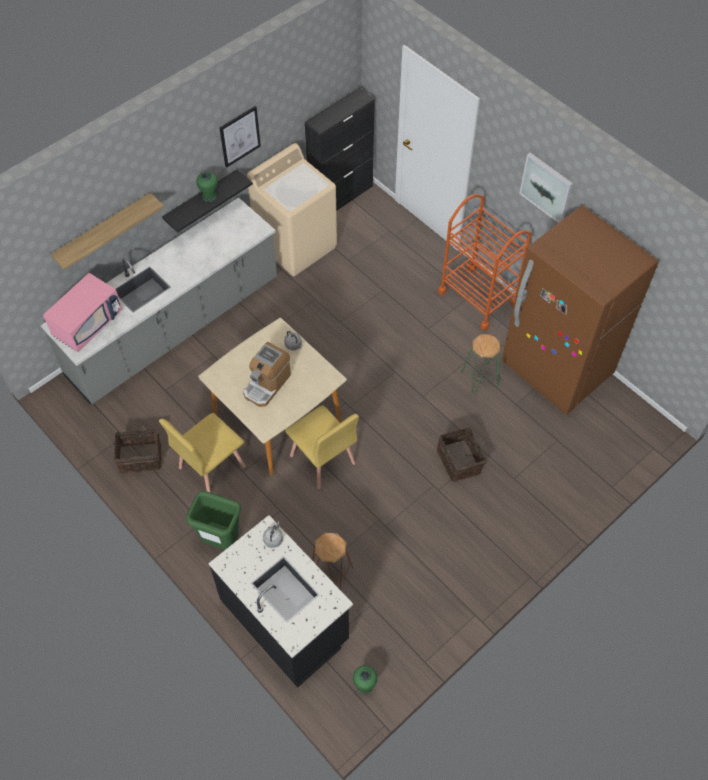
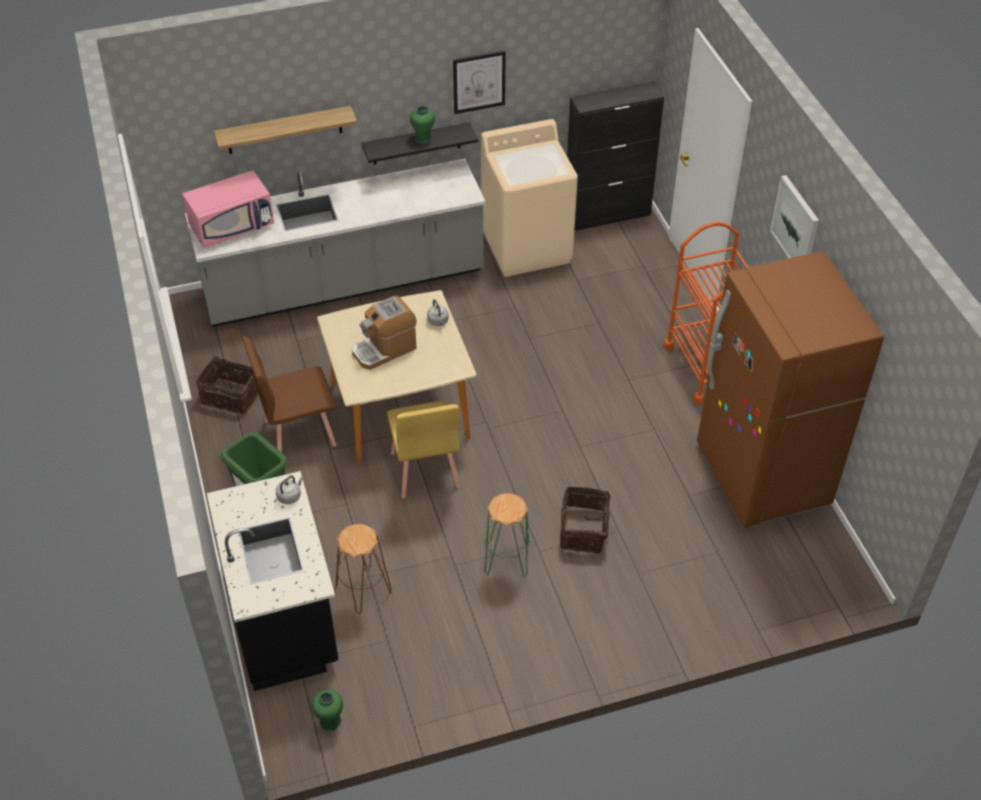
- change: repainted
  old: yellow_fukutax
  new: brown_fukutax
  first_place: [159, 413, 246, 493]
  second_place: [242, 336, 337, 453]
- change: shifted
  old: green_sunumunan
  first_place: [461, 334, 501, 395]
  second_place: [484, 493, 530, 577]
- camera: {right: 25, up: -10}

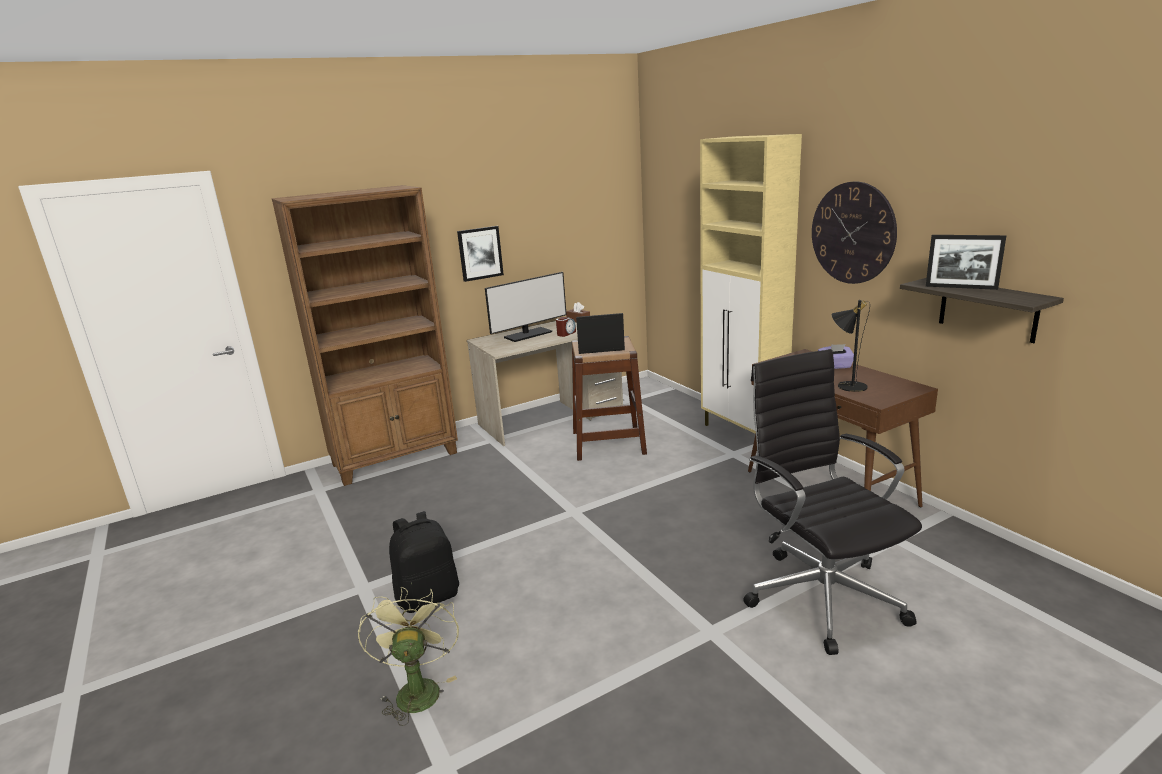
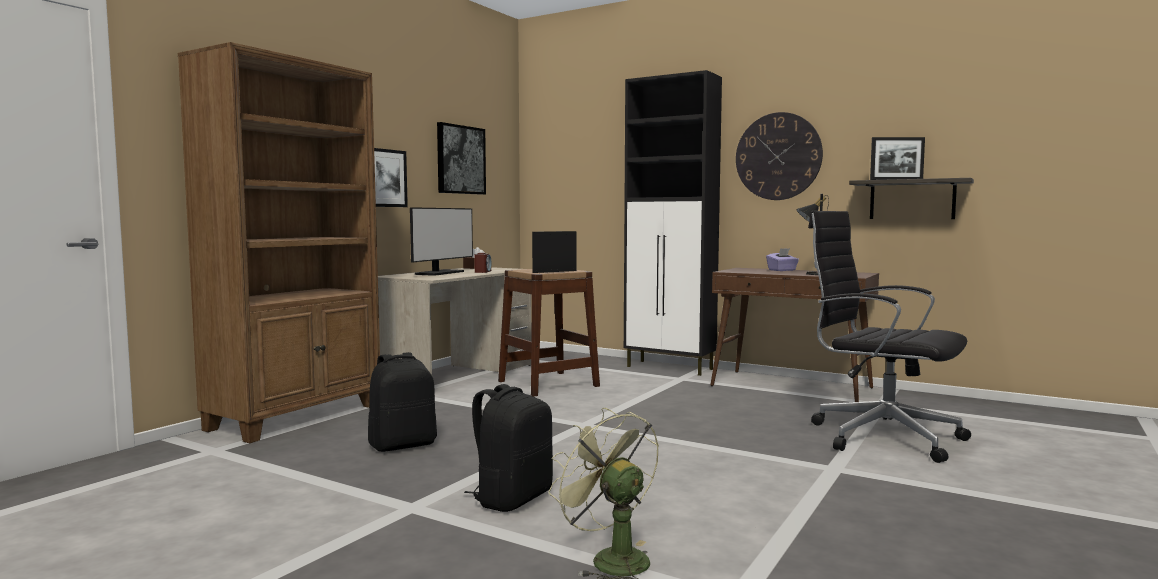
- change: repainted
  old: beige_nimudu
  new: black_nimudu
  first_place: [700, 134, 802, 434]
  second_place: [624, 70, 722, 376]
- change: new
  new: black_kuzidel
  second_place: [368, 352, 437, 452]
- change: new
  new: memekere
  second_place: [437, 122, 486, 195]
- camera: {right: -30, up: -15}

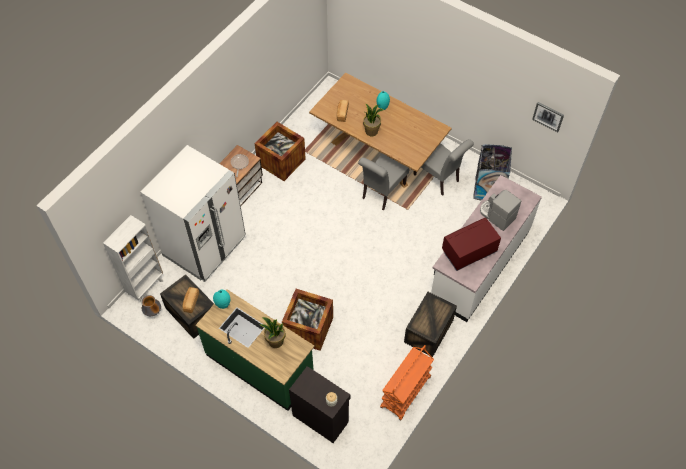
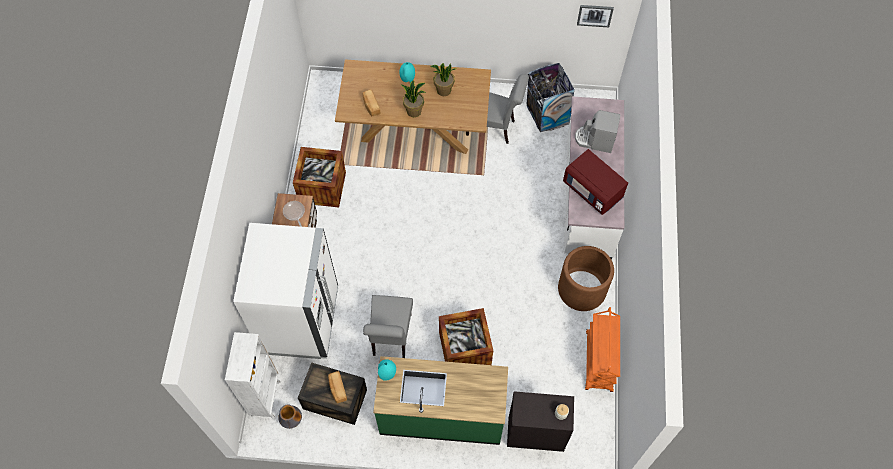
- change: shifted
  old: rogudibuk
  first_place: [260, 317, 286, 348]
  second_place: [430, 63, 456, 96]
- change: shifted
  old: grey_fukutax
  first_place: [358, 153, 410, 211]
  second_place: [363, 295, 413, 358]
- change: swapped
  old: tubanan
  new: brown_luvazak
  first_place: [404, 292, 457, 357]
  second_place: [558, 246, 614, 311]
- change: rotated
  old: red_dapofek
  first_place: [442, 218, 501, 271]
  second_place: [563, 149, 628, 215]
  degrees: -75
- camera: {right: -30, up: 5}

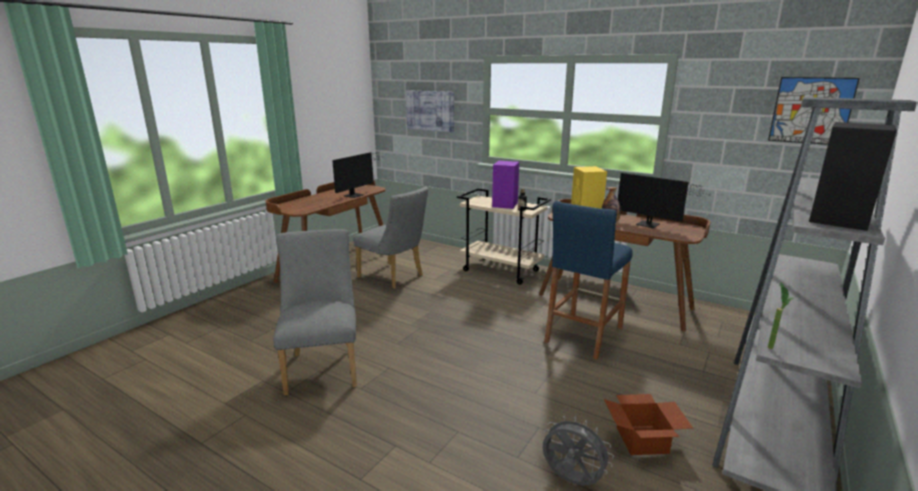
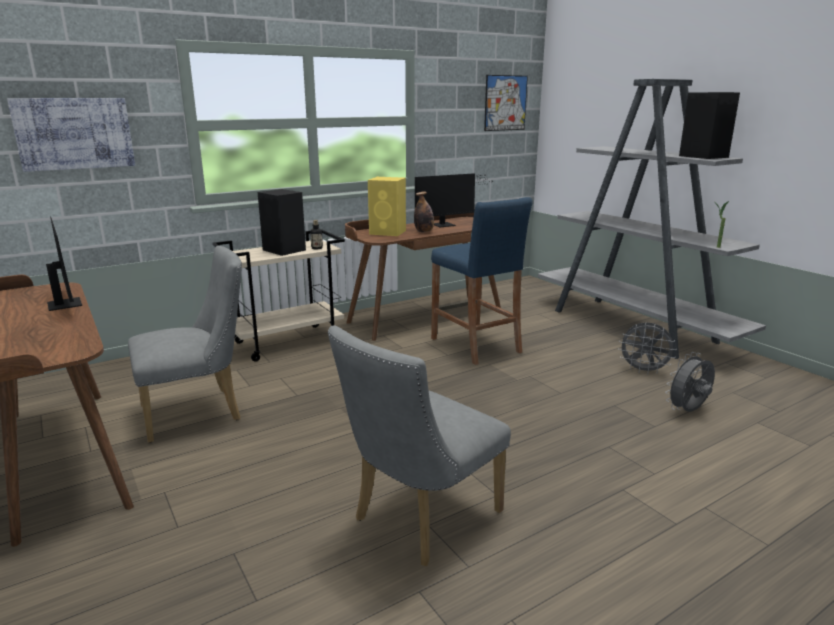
- change: rotated
  old: grey_fukutax
  first_place: [273, 229, 357, 396]
  second_place: [328, 325, 511, 566]
  degrees: -60
- change: repainted
  old: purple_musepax
  new: black_musepax
  first_place: [492, 161, 519, 209]
  second_place: [258, 189, 306, 256]
- change: swapped
  old: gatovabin
  new: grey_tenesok
  first_place: [604, 394, 693, 455]
  second_place: [618, 322, 677, 375]
- camera: {right: -65, up: 0}

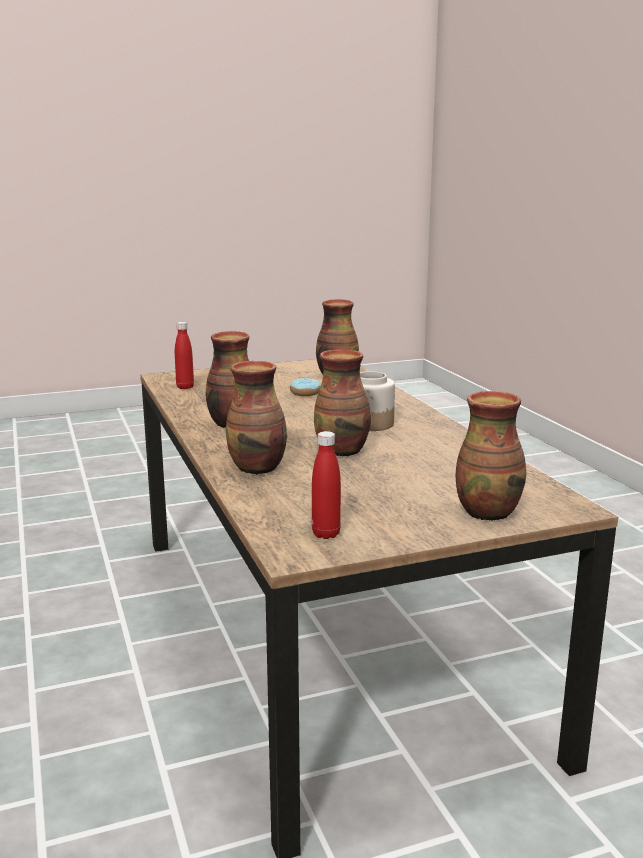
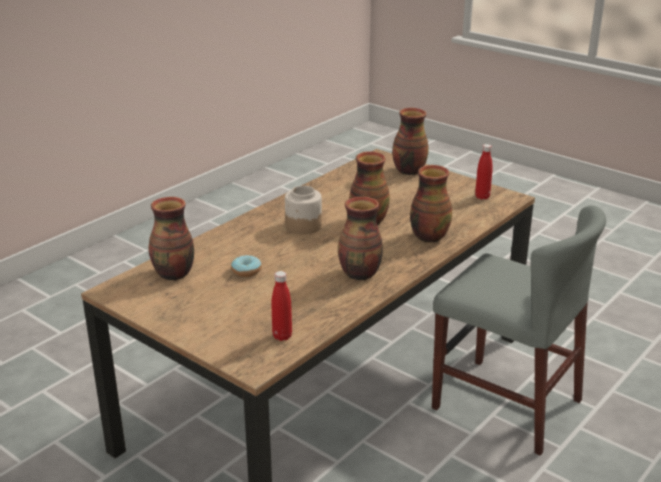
- change: new
  new: grey_fukutax
  second_place: [432, 205, 606, 456]
- camera: {right: -120, up: 10}

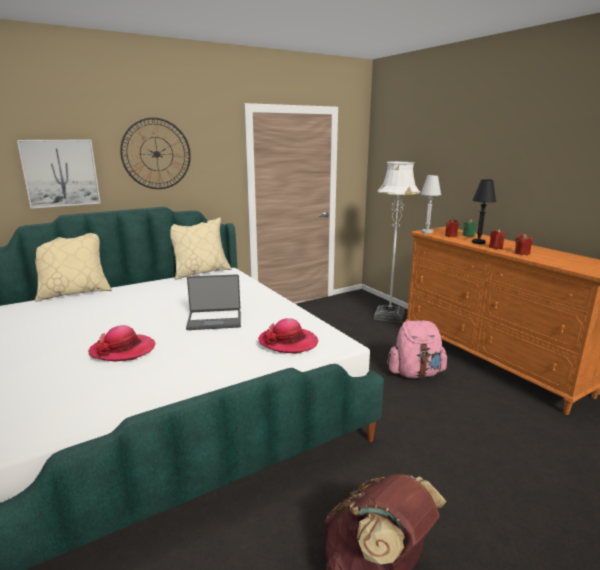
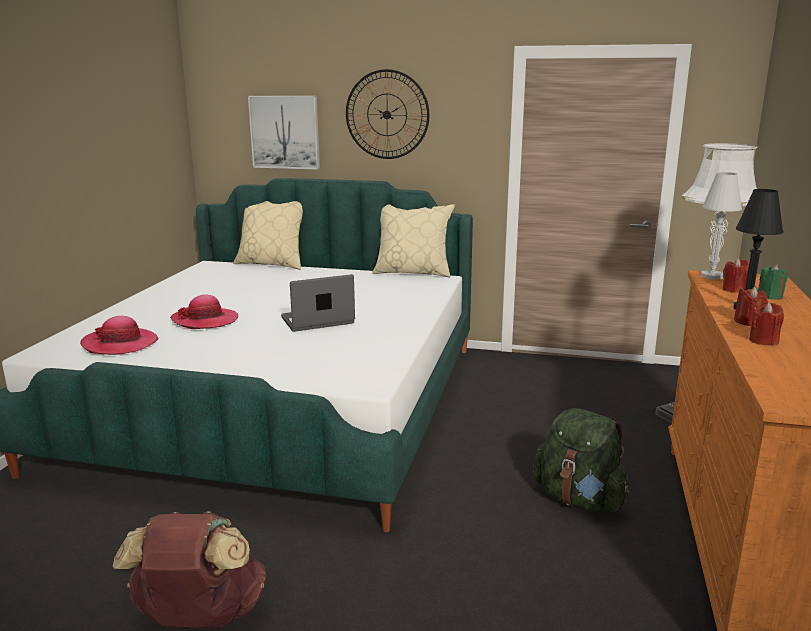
- change: rotated
  old: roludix
  first_place: [186, 274, 241, 330]
  second_place: [281, 274, 355, 332]
  degrees: 120
- change: shifted
  old: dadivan
  first_place: [258, 318, 318, 354]
  second_place: [80, 316, 159, 355]
- change: repainted
  old: pink_kuzidel
  new: green_kuzidel
  first_place: [387, 321, 448, 378]
  second_place: [533, 408, 630, 512]
- camera: {right: 45, up: 0}

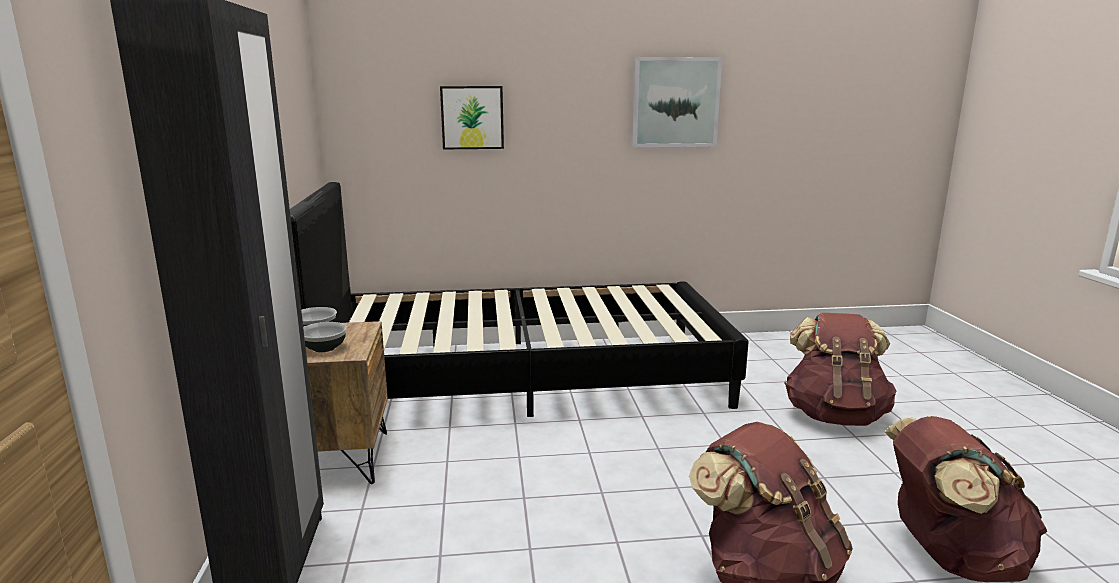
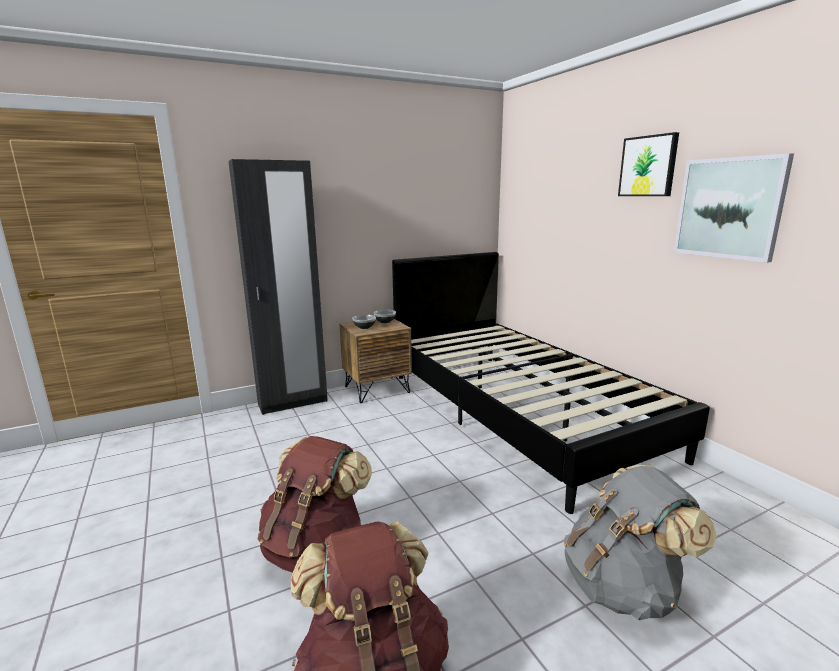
- change: shifted
  old: memekere
  first_place: [440, 86, 504, 149]
  second_place: [618, 132, 679, 196]
- change: repainted
  old: brown_kuzidel
  new: grey_kuzidel
  first_place: [784, 313, 896, 426]
  second_place: [563, 465, 717, 620]
- camera: {right: 70, up: 0}

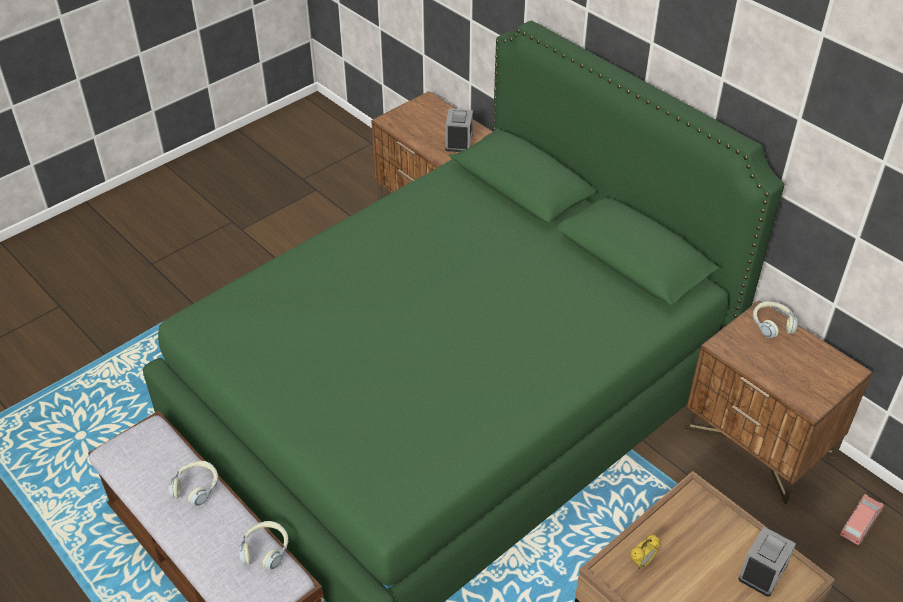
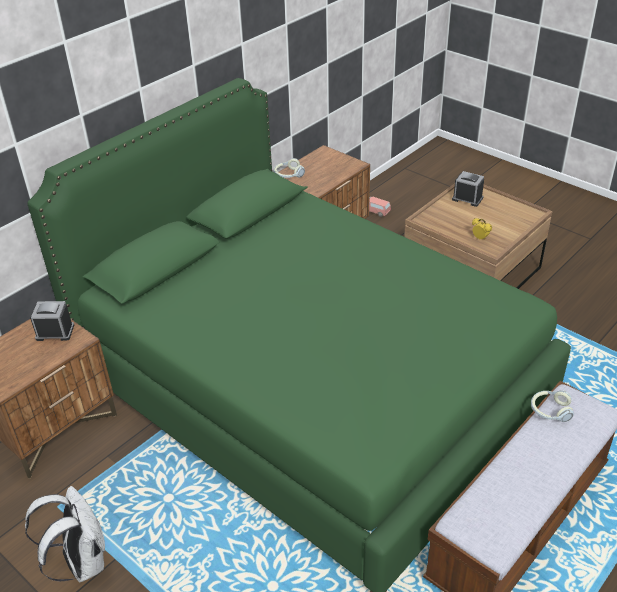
- change: gone
  old: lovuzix
  first_place: [168, 461, 218, 506]
- change: new
  new: white_kuzidel
  second_place: [25, 486, 105, 583]
- camera: {right: -95, up: -5}

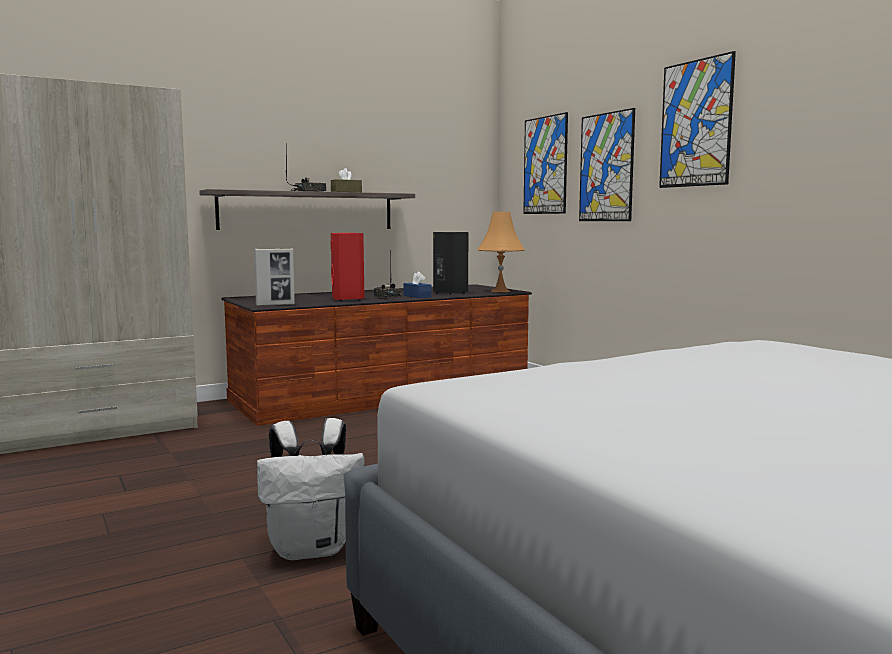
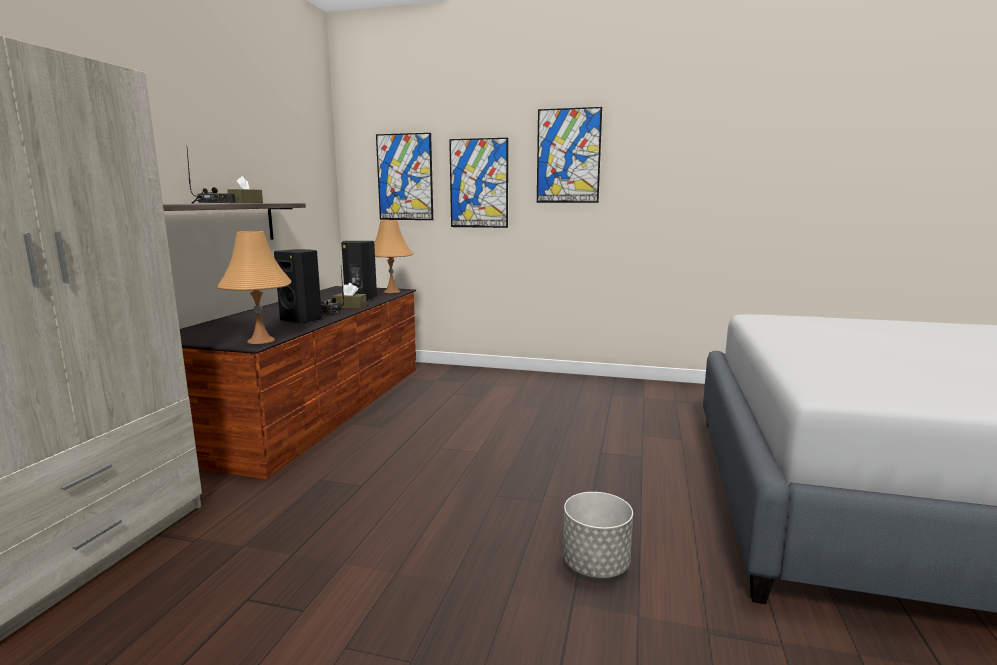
- change: swapped
  old: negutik
  new: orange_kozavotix
  first_place: [254, 249, 295, 306]
  second_place: [217, 231, 291, 344]
- change: swapped
  old: white_kuzidel
  new: grey_luvazak
  first_place: [257, 418, 365, 560]
  second_place: [563, 492, 633, 578]
- change: repainted
  old: red_musepax
  new: black_musepax
  first_place: [331, 233, 364, 301]
  second_place: [274, 249, 322, 324]
- change: repainted
  old: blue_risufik
  new: brown_risufik
  first_place: [403, 271, 432, 298]
  second_place: [333, 283, 367, 309]
- camera: {right: -45, up: 5}

